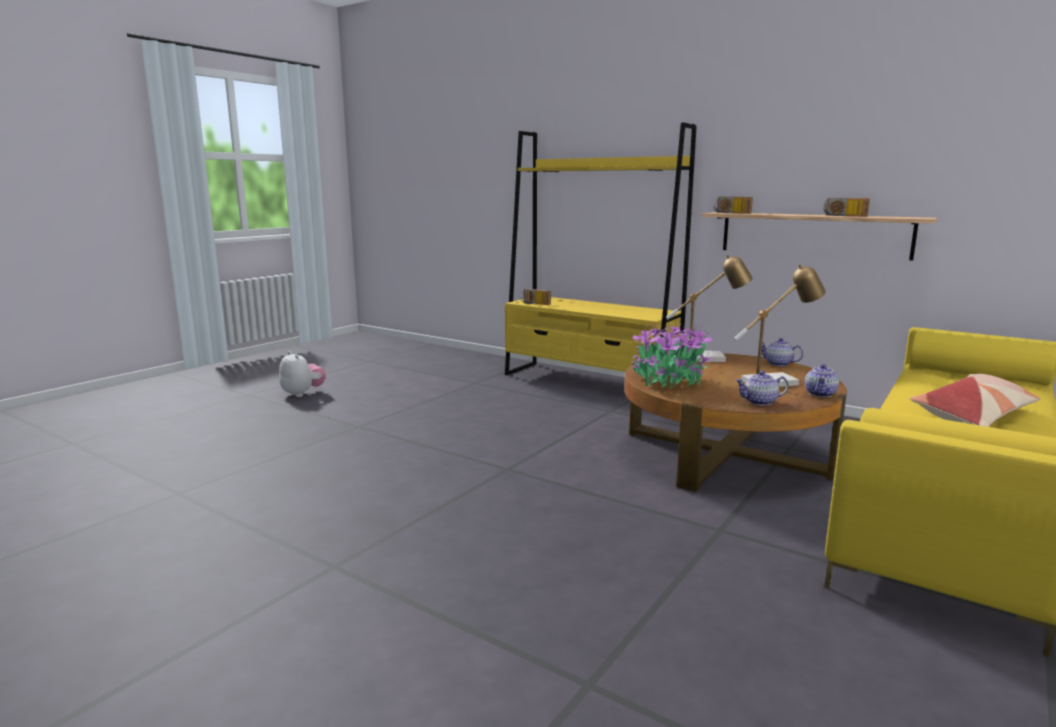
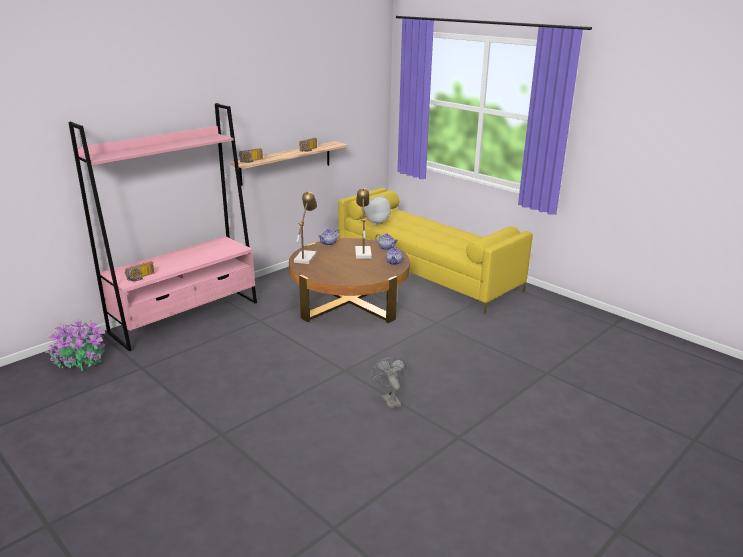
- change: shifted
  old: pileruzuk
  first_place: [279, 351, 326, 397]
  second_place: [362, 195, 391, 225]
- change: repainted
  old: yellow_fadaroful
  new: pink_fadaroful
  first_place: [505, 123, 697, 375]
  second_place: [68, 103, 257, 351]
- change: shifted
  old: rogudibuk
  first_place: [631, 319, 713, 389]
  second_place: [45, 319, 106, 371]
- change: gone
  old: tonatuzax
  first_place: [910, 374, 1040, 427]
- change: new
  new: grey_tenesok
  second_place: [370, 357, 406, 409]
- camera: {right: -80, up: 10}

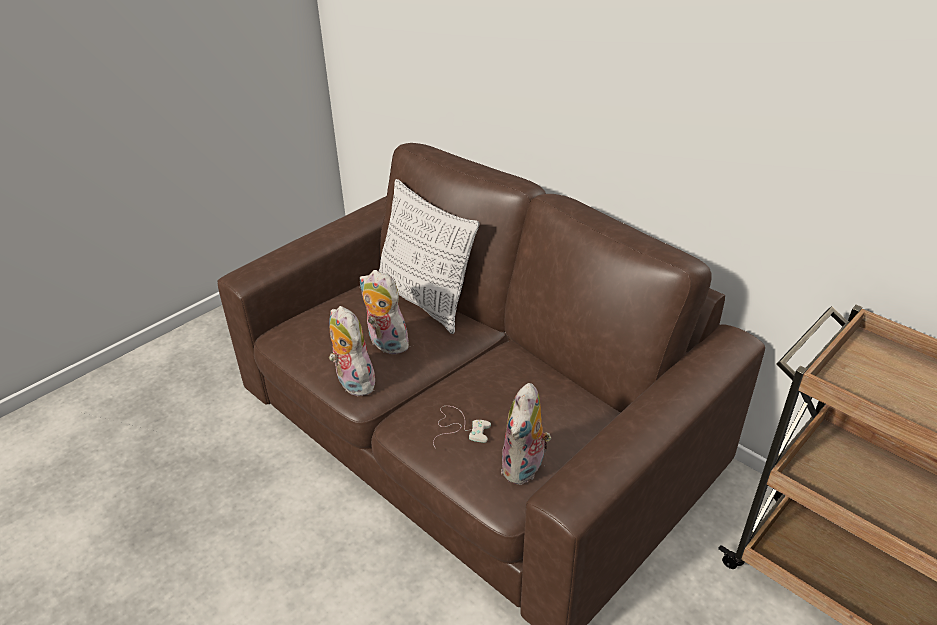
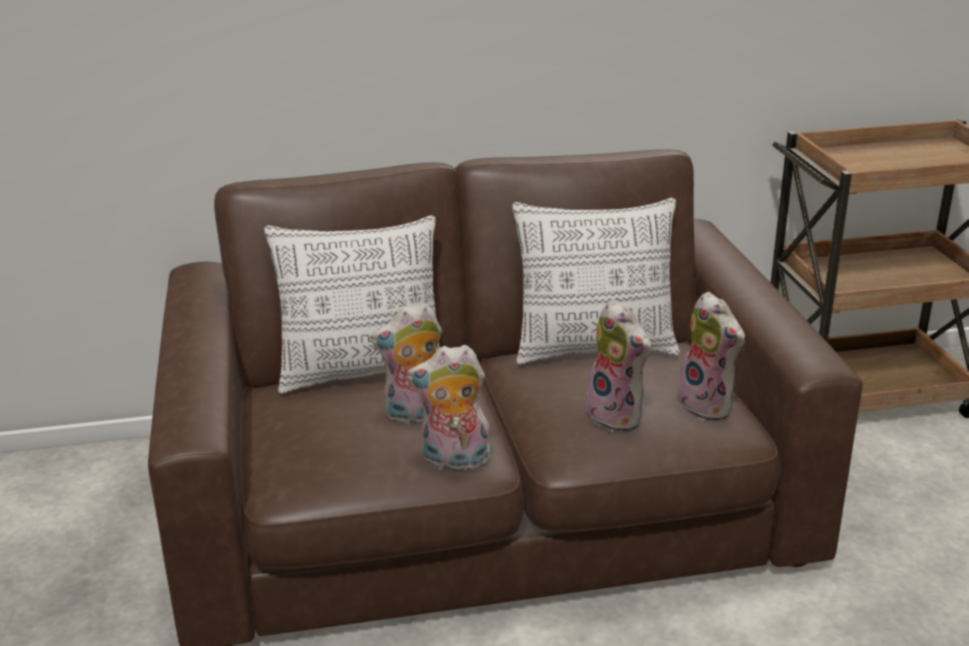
- change: swapped
  old: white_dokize
  new: pileruzuk
  first_place: [433, 406, 491, 449]
  second_place: [586, 300, 652, 432]
- change: new
  new: tonatuzax
  second_place: [512, 198, 680, 365]
- camera: {right: -55, up: -10}

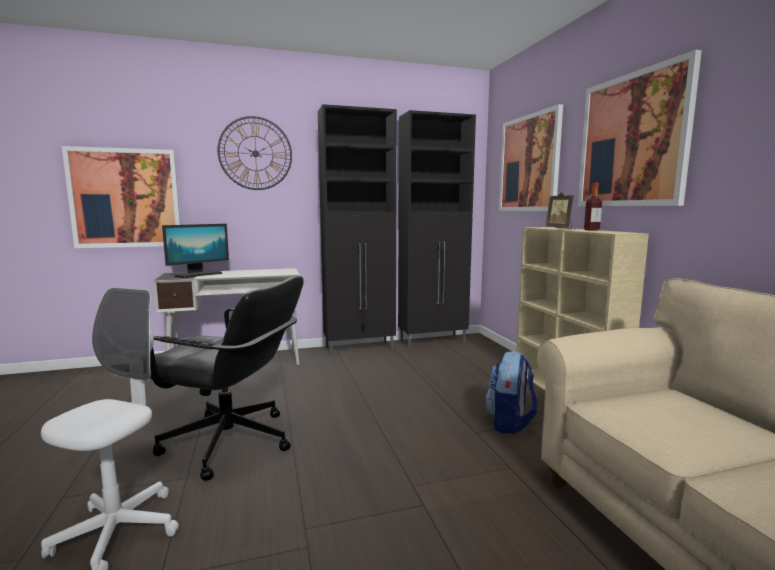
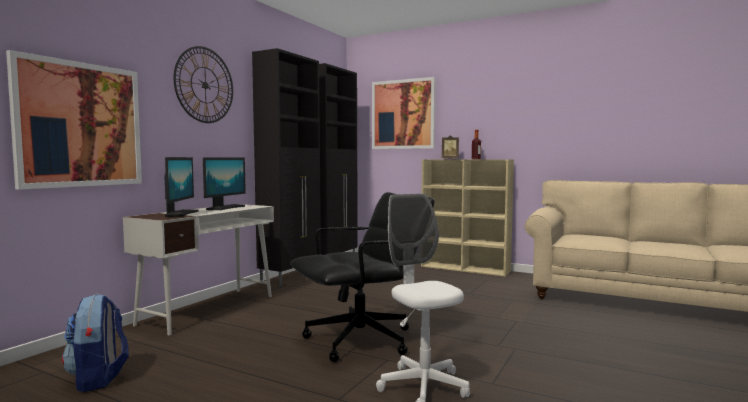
- change: shifted
  old: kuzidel
  first_place: [485, 351, 537, 434]
  second_place: [62, 294, 129, 392]
- change: gone
  old: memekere
  first_place: [578, 50, 702, 206]
- change: new
  new: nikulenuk
  second_place: [203, 157, 246, 210]
- camera: {right: -45, up: -5}

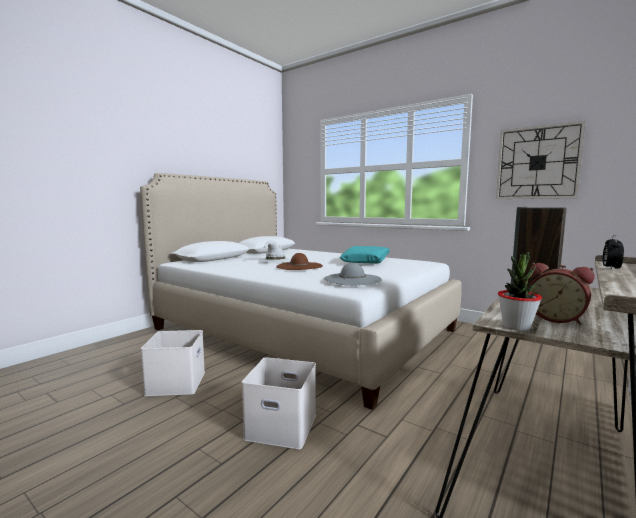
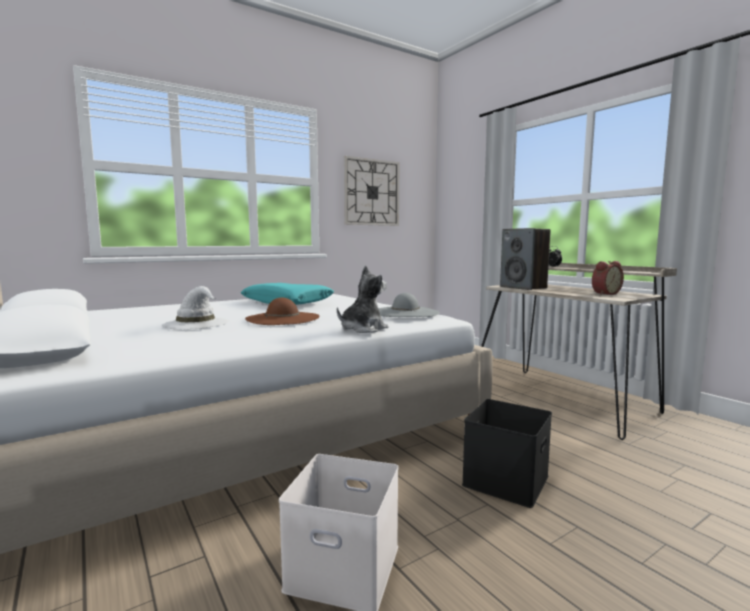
- change: repainted
  old: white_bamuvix
  new: black_bamuvix
  first_place: [242, 357, 316, 450]
  second_place: [462, 399, 552, 508]
- change: gone
  old: rogudibuk
  first_place: [498, 252, 542, 331]
- change: new
  new: pileruzuk
  second_place: [337, 266, 388, 333]
- camera: {right: -70, up: 0}

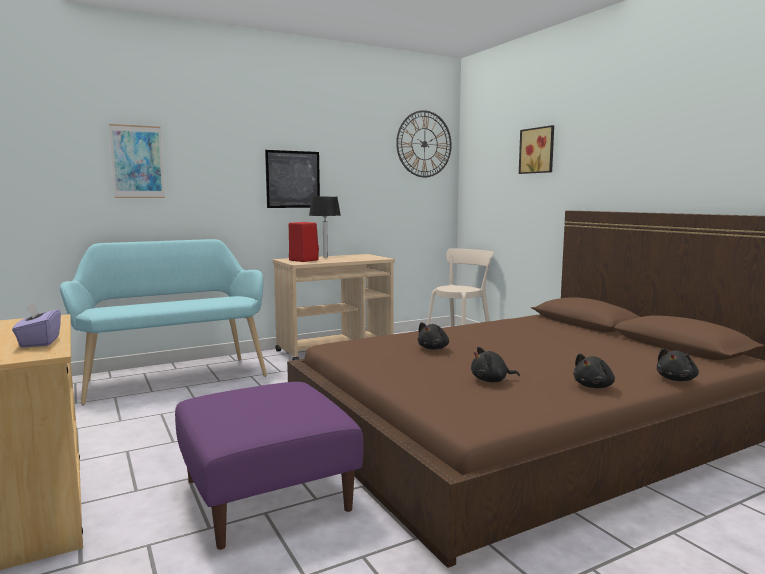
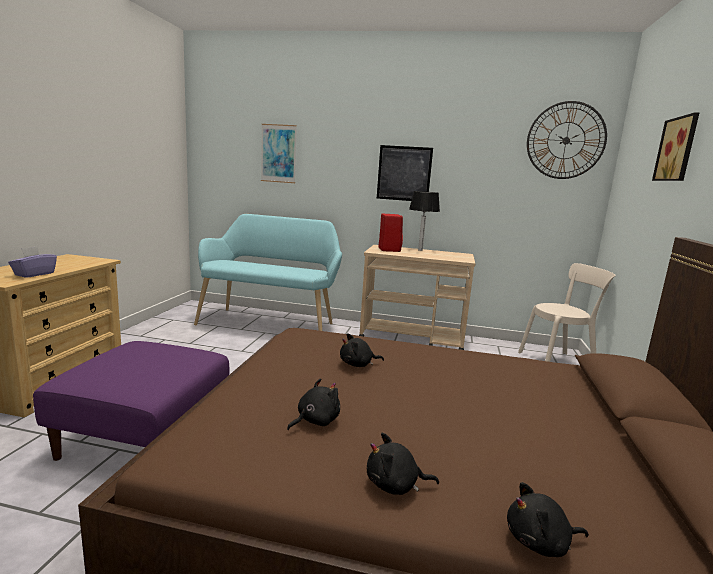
- change: rotated
  old: black_pileruzuk
  first_place: [471, 347, 520, 382]
  second_place: [287, 378, 340, 430]
  degrees: 105
- camera: {right: 40, up: 5}

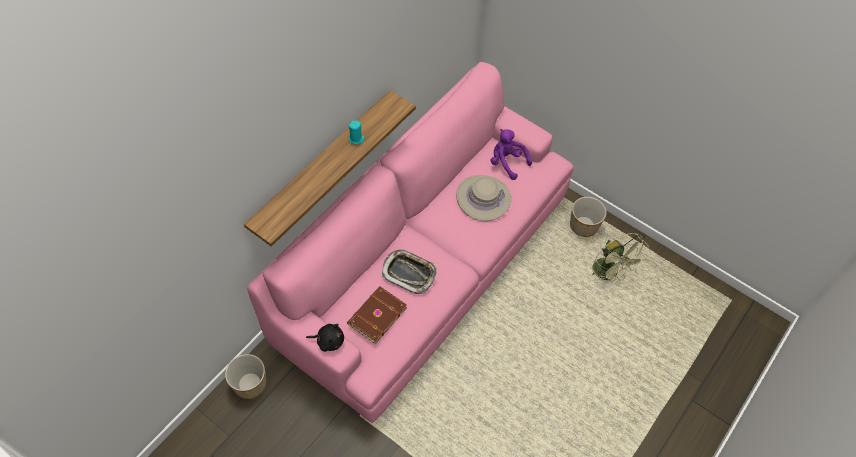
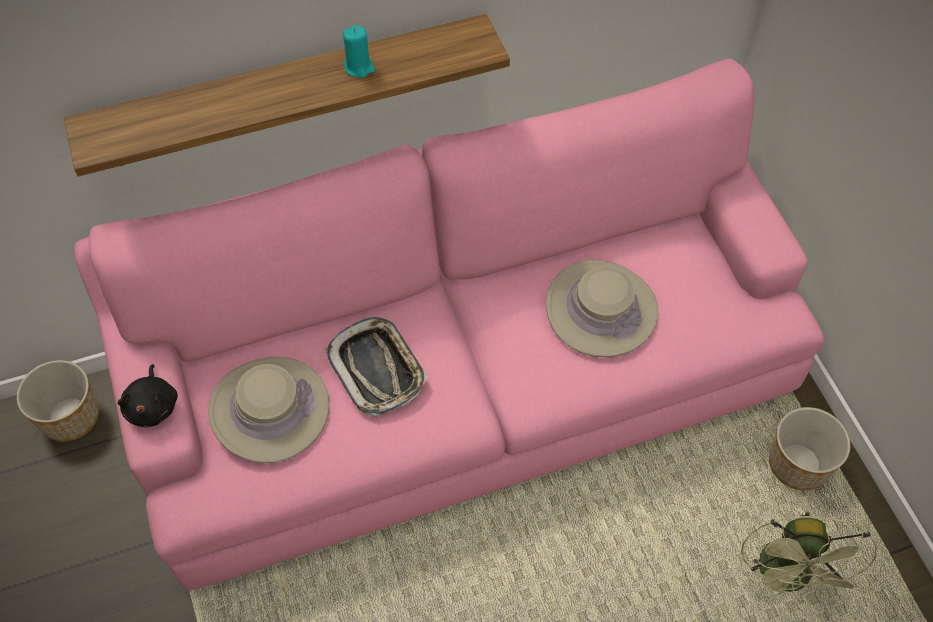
- change: rotated
  old: black_pileruzuk
  first_place: [306, 324, 344, 352]
  second_place: [118, 364, 178, 427]
  degrees: 45
- change: swapped
  old: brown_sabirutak
  new: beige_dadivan
  first_place: [347, 286, 407, 344]
  second_place: [208, 357, 329, 463]
- change: gone
  old: purple_pileruzuk
  first_place: [491, 129, 532, 180]
- camera: {right: 35, up: 0}

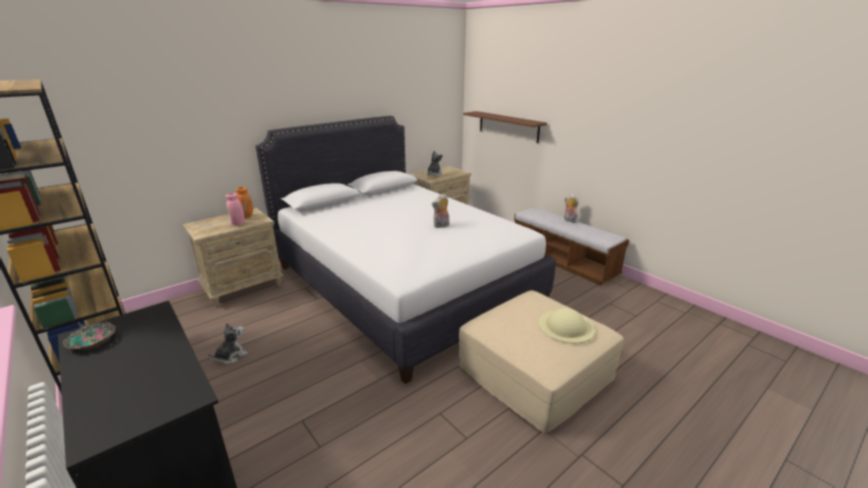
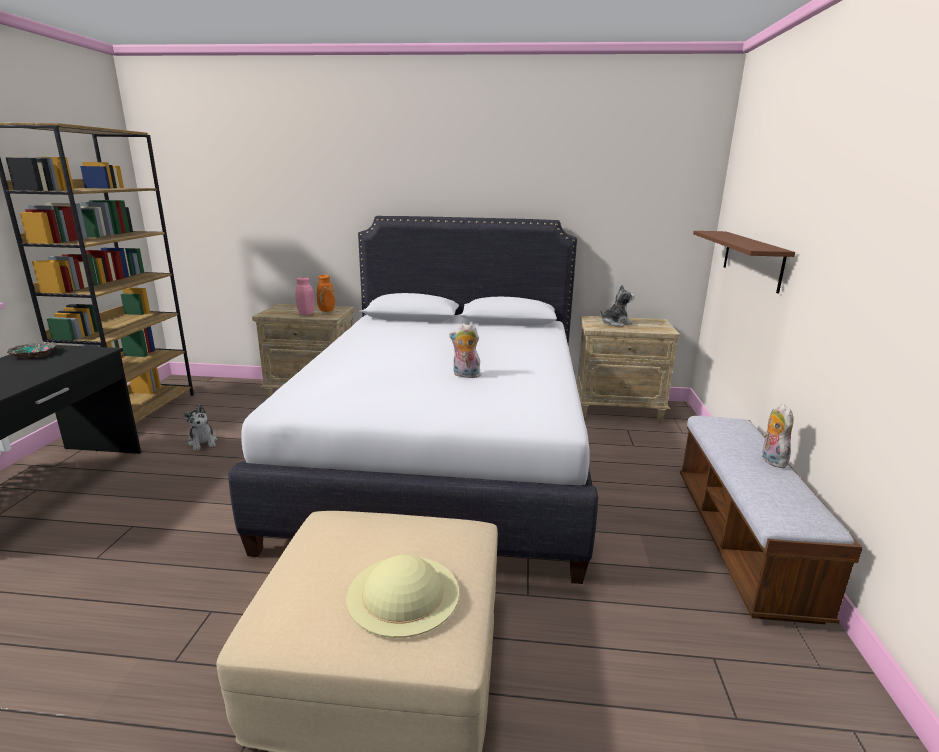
- change: rotated
  old: pileruzuk
  first_place: [208, 322, 248, 364]
  second_place: [182, 404, 217, 451]
  degrees: 60
- camera: {right: 45, up: -5}

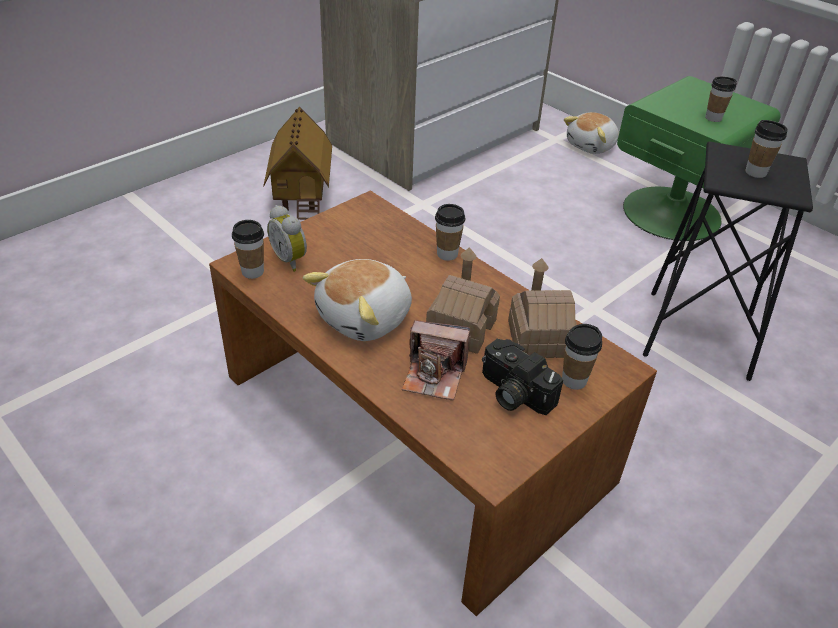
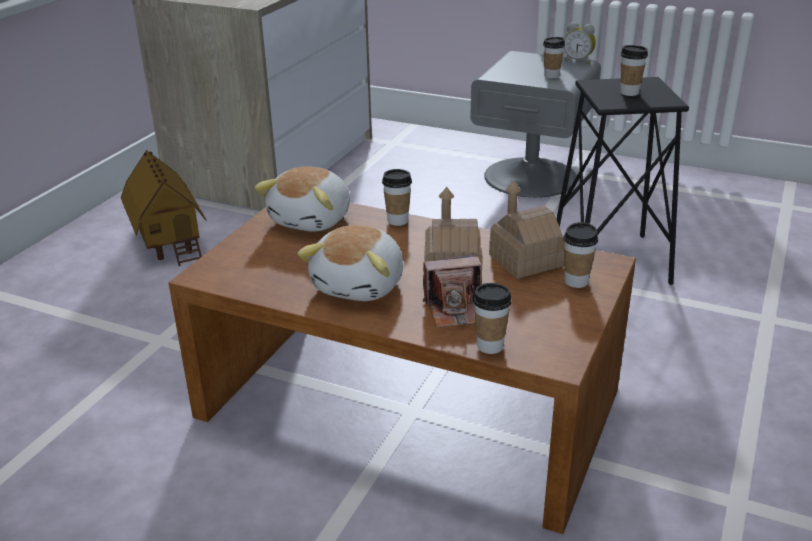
- change: shifted
  old: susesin
  first_place: [232, 220, 264, 279]
  second_place: [473, 283, 512, 354]
- change: shifted
  old: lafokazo
  first_place: [267, 205, 307, 272]
  second_place: [564, 22, 596, 64]
- change: gone
  old: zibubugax
  first_place: [482, 339, 563, 415]
- change: shifted
  old: pileruzuk
  first_place: [564, 112, 619, 154]
  second_place: [255, 166, 350, 232]
- change: repainted
  old: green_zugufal
  new: grey_zugufal
  first_place: [617, 76, 781, 241]
  second_place: [470, 51, 601, 197]
- camera: {right: -20, up: -10}

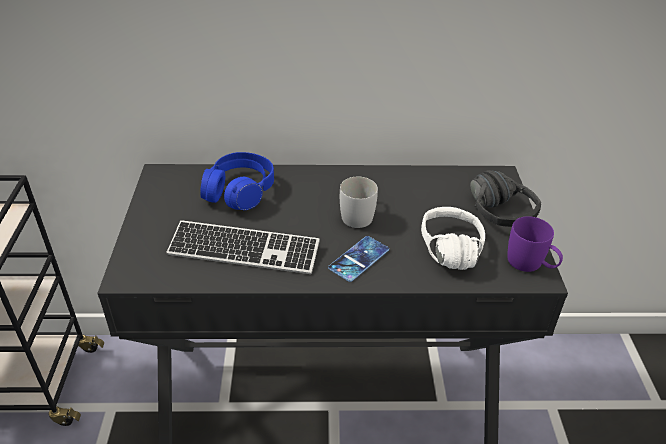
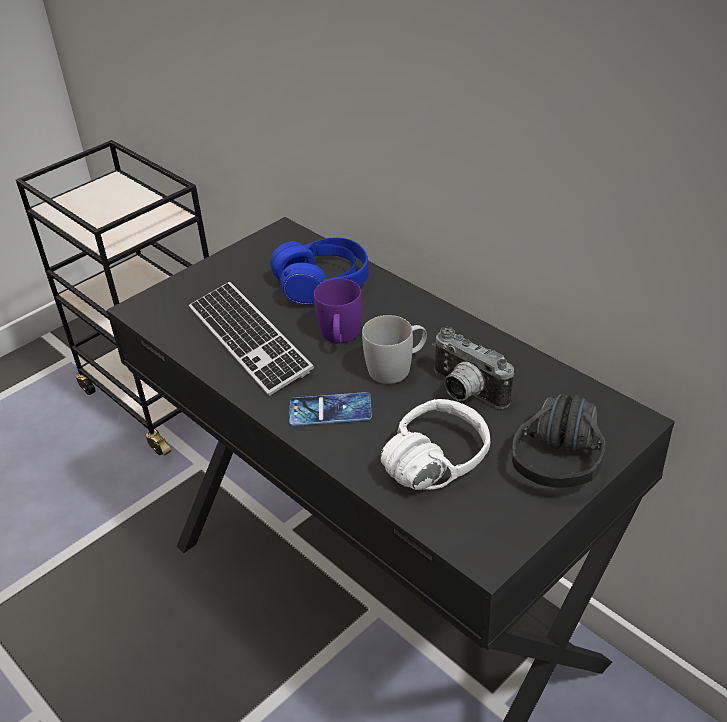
- change: shifted
  old: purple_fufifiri
  first_place: [507, 216, 563, 272]
  second_place: [314, 278, 362, 344]
- change: new
  new: zibubugax
  second_place: [432, 327, 514, 409]
- camera: {right: 50, up: 0}

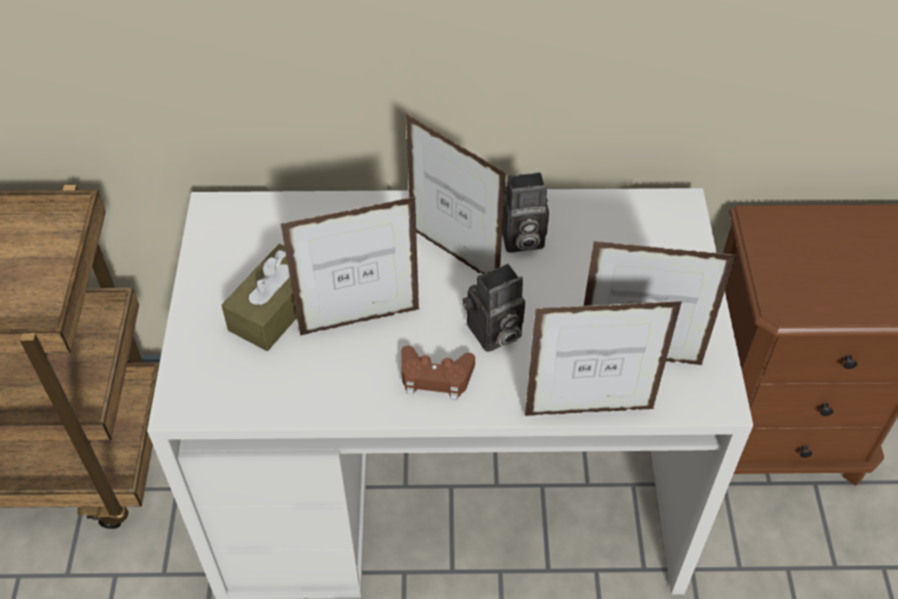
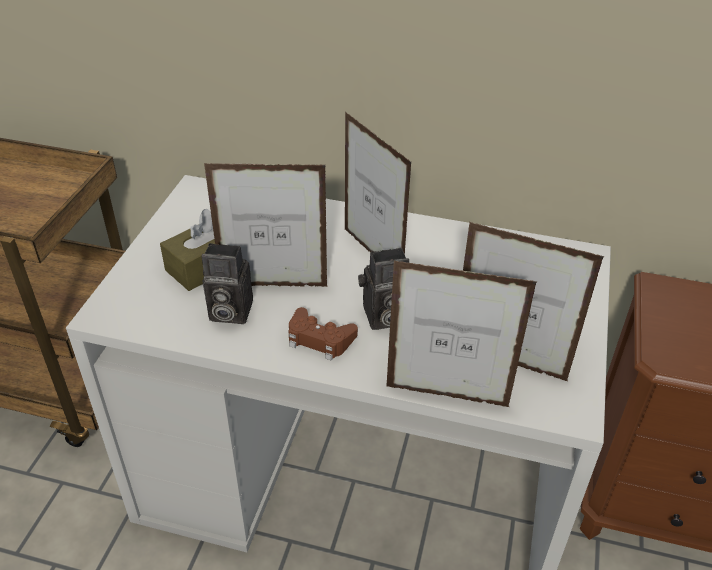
- change: shifted
  old: zibubugax
  first_place: [502, 172, 549, 253]
  second_place: [202, 243, 253, 324]
- camera: {right: 15, up: -10}

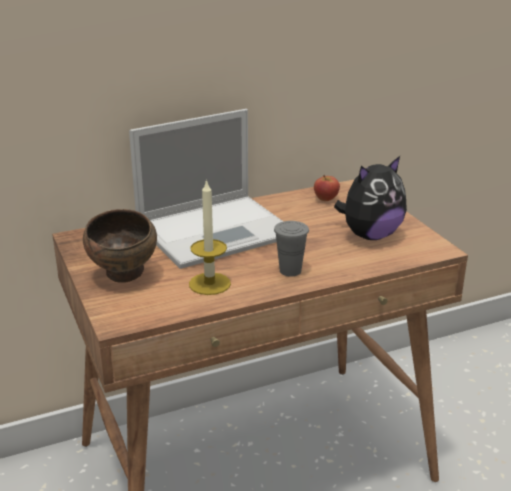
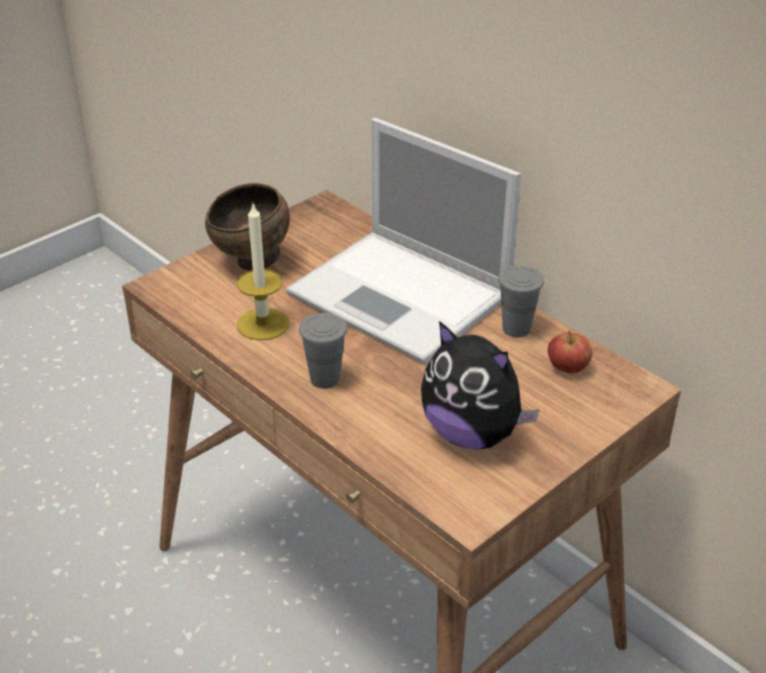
- change: new
  new: grey_susesin
  second_place: [498, 265, 544, 337]
- camera: {right: 70, up: 10}

